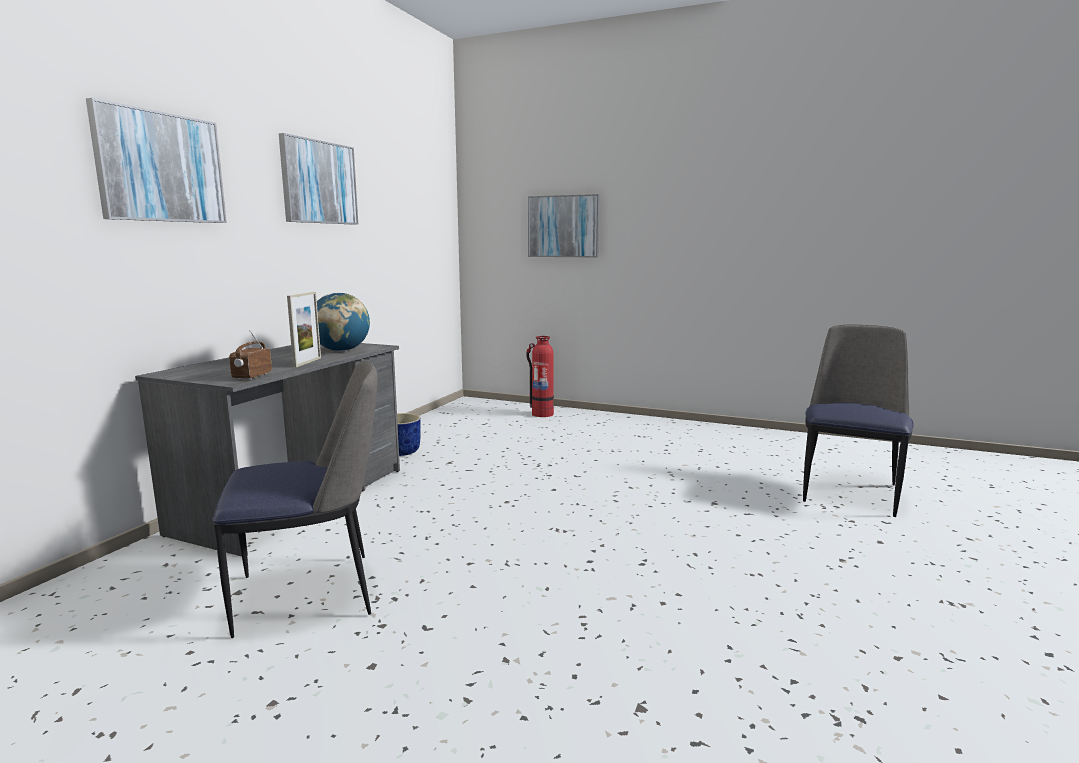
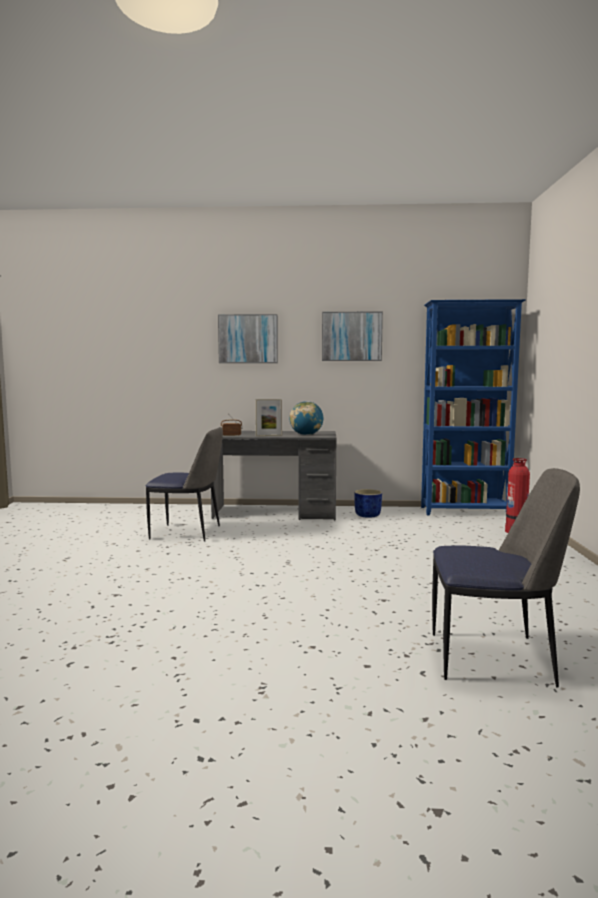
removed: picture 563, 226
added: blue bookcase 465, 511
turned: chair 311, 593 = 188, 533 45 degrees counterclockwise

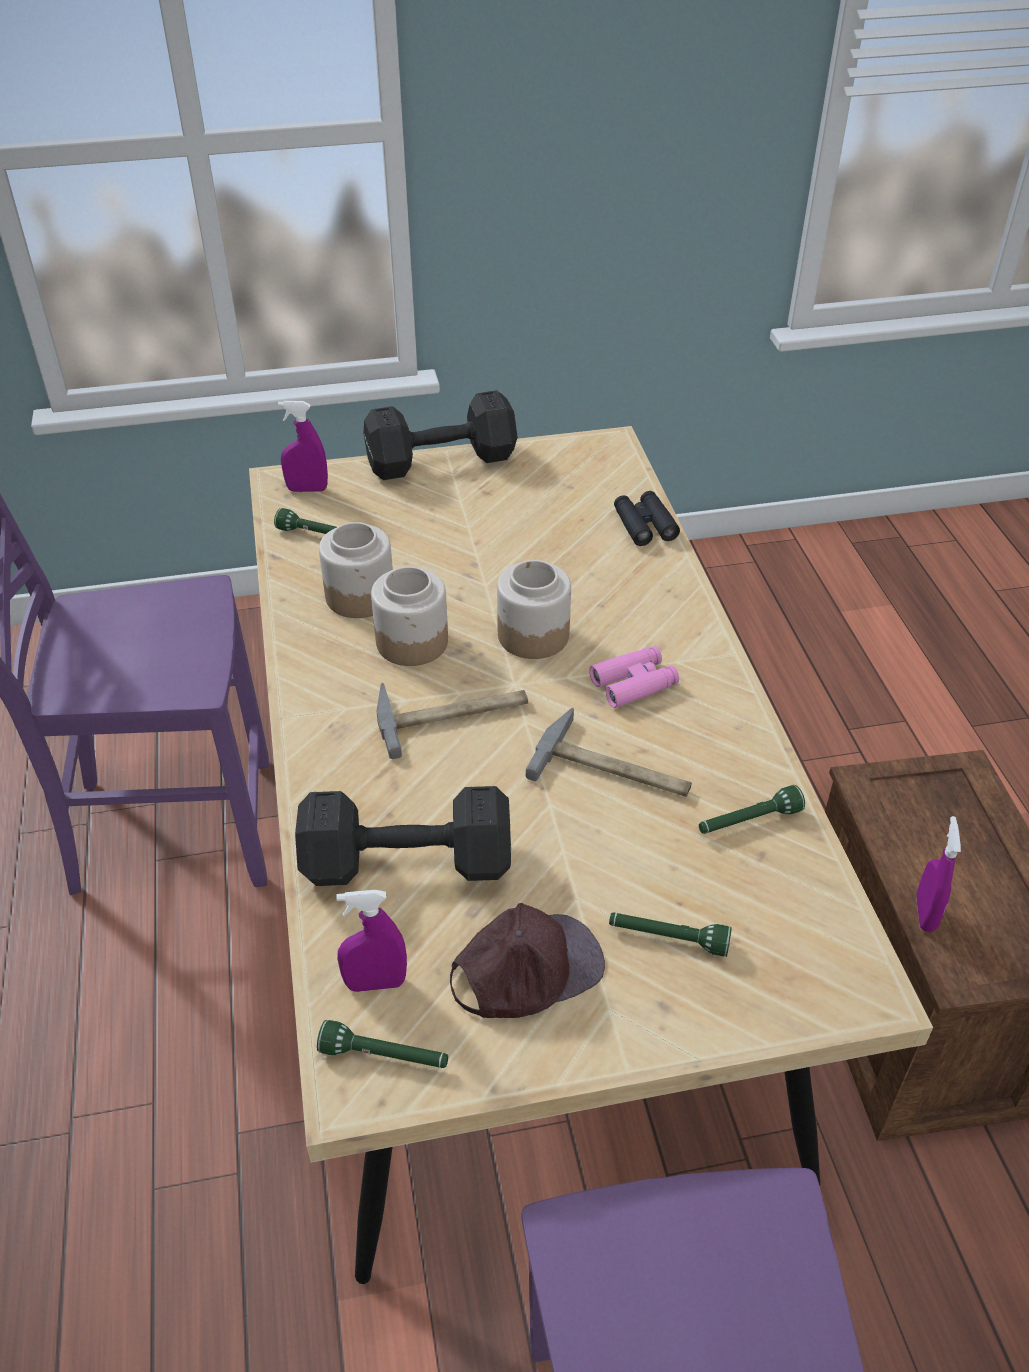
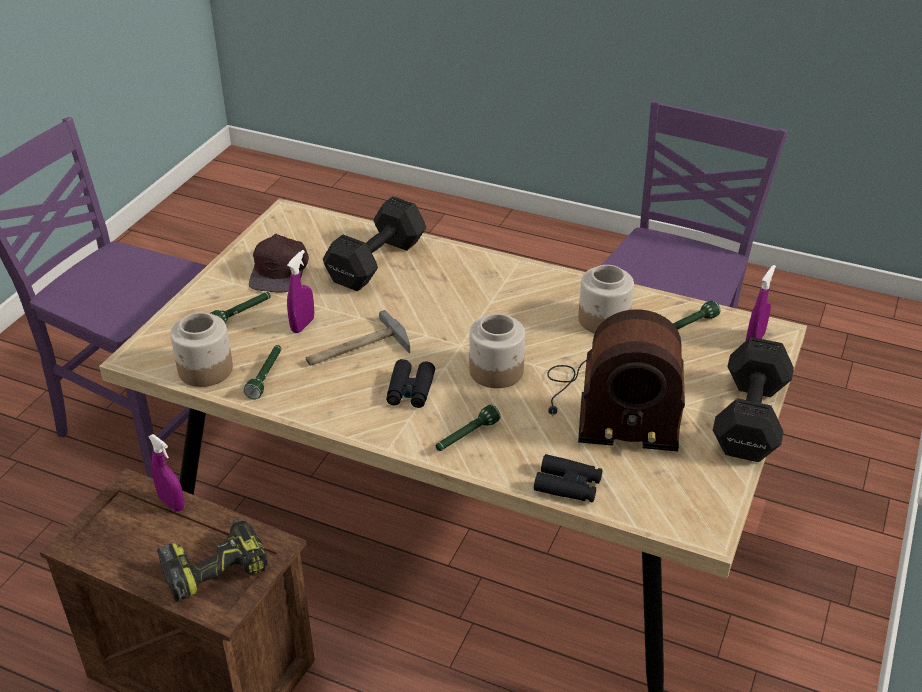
removed: hammer 452, 713
added: power drill 215, 567; radio 611, 407
moved: green flashlight 385, 1056 to 466, 437; purple spray bottle 375, 983 to 302, 325; jar 413, 642 to 205, 370
recoloured: pink binoculars 634, 683 to black binoculars 410, 390

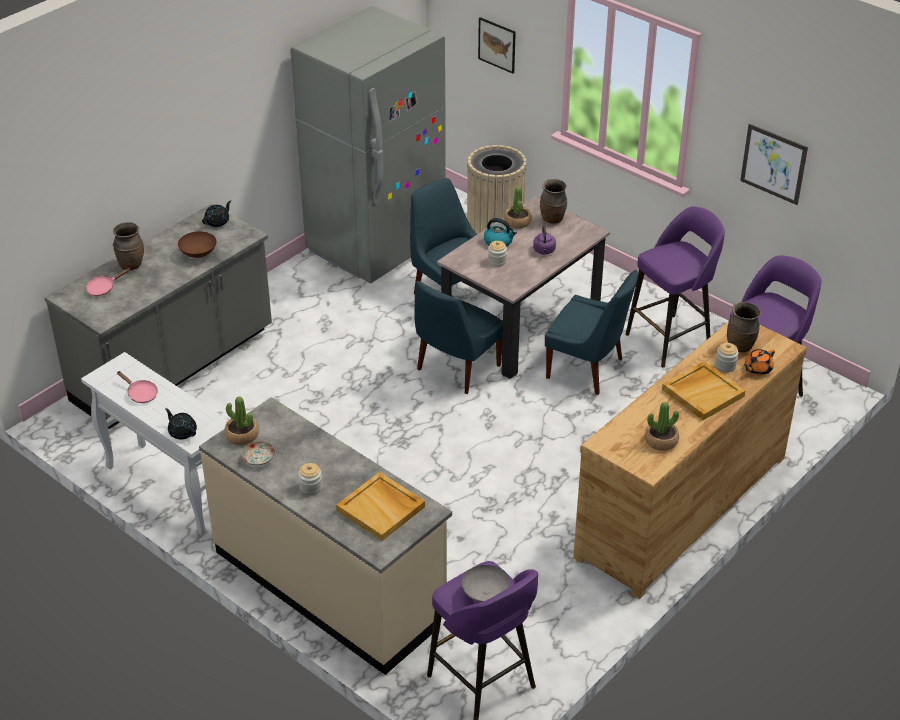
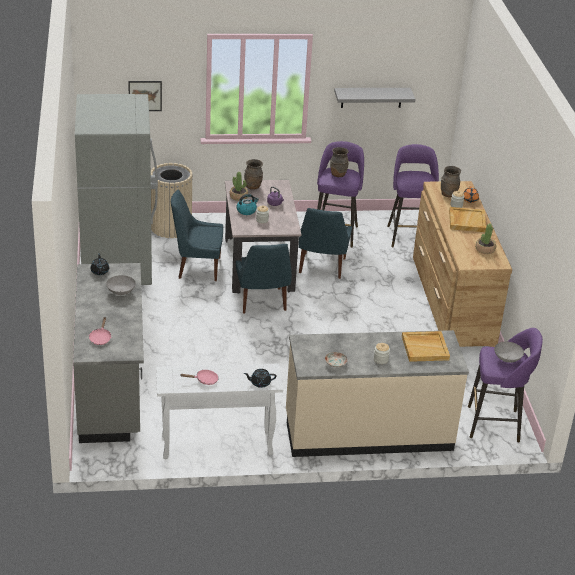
removed: potted plant 242, 435
moved: brown vase 131, 265 to 338, 174
replaced: picture 773, 164 to grey shelf 371, 97
recoloured: brown bowl 199, 254 to grey bowl 121, 292
turned: blue chair 587, 369 = 321, 267 120 degrees clockwise

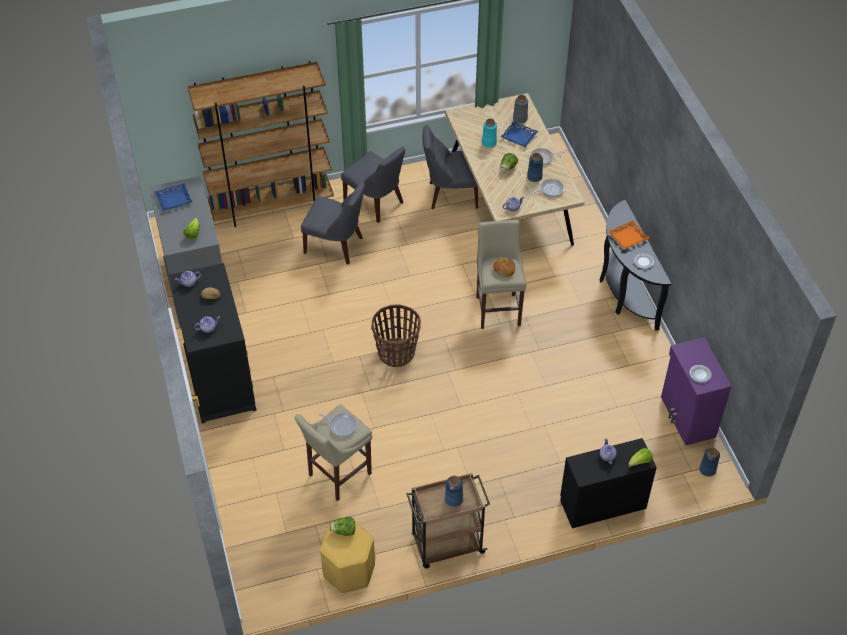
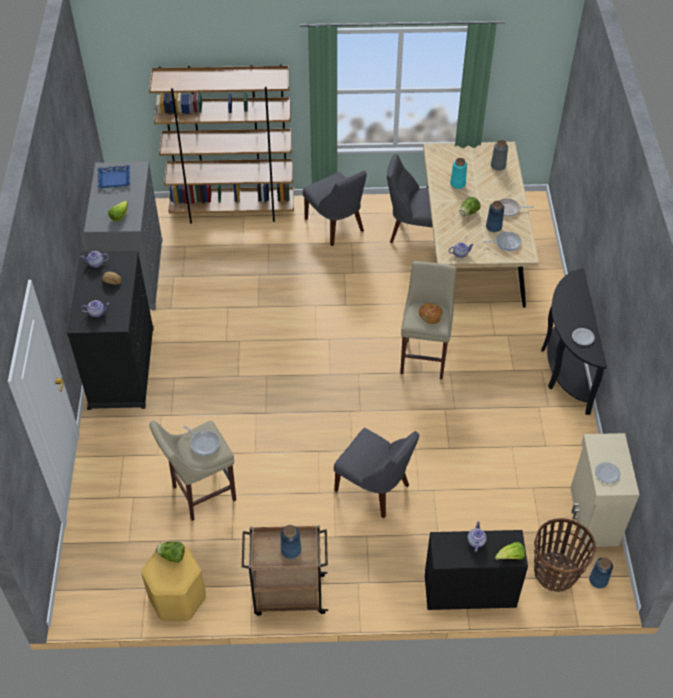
removed: blue tray 519, 136; orange tray 628, 237
moved: grey chair 336, 246 to 375, 489; basket 396, 353 to 555, 572
recoloured: purple cabinet 687, 417 to beige cabinet 592, 516

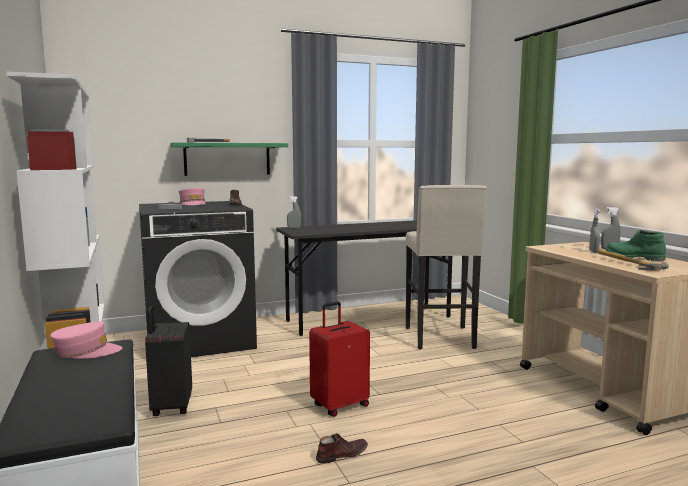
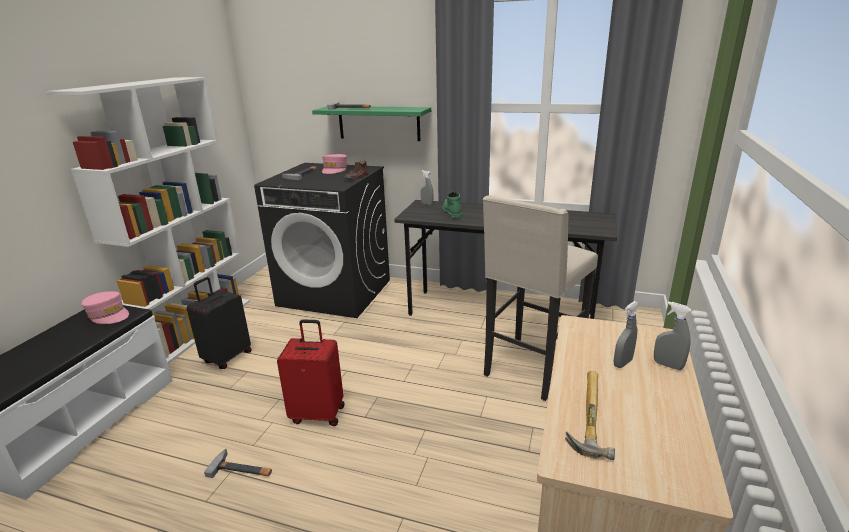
moved: green boot 633, 257 to 451, 212
replaced: brown shoe 341, 455 to hammer 242, 469

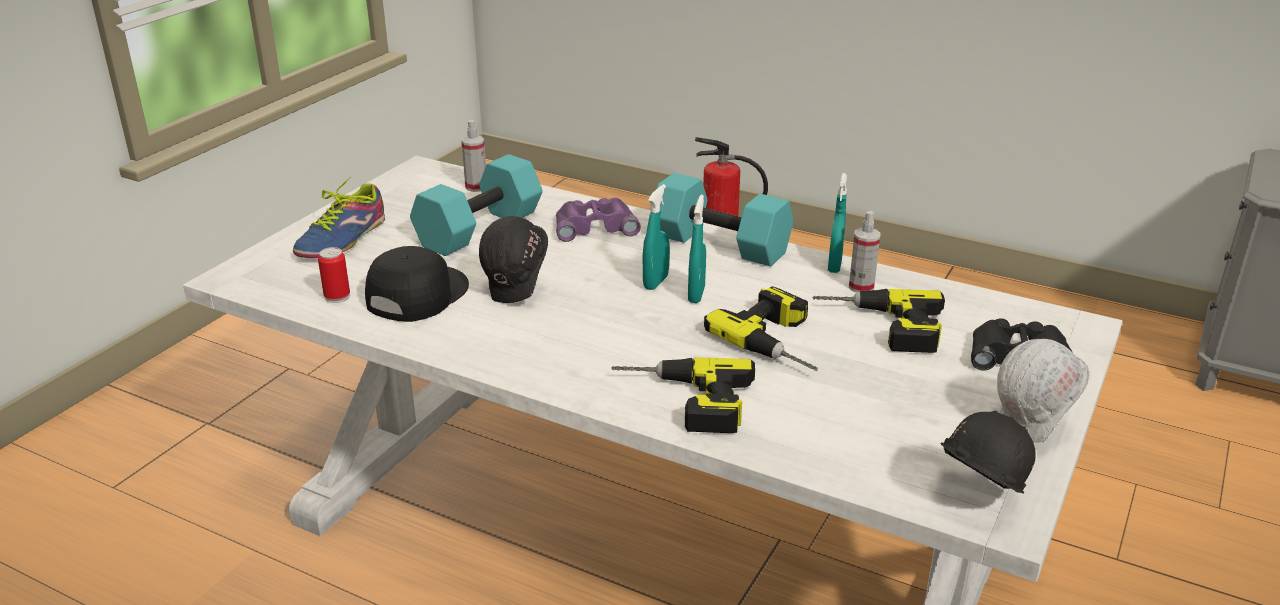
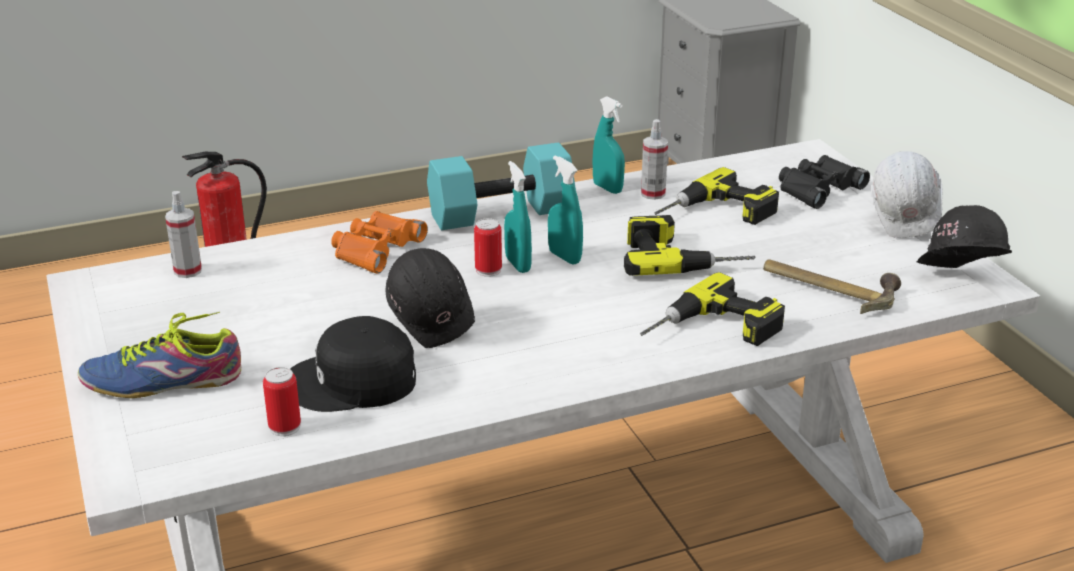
removed: turquoise dumbbell 480, 230
added: can 488, 270; hammer 829, 288
recoloured: purple binoculars 595, 226 to orange binoculars 375, 249
turned: shoe 343, 239 = 163, 381 105 degrees clockwise; black cap 416, 294 = 352, 382 75 degrees counterclockwise

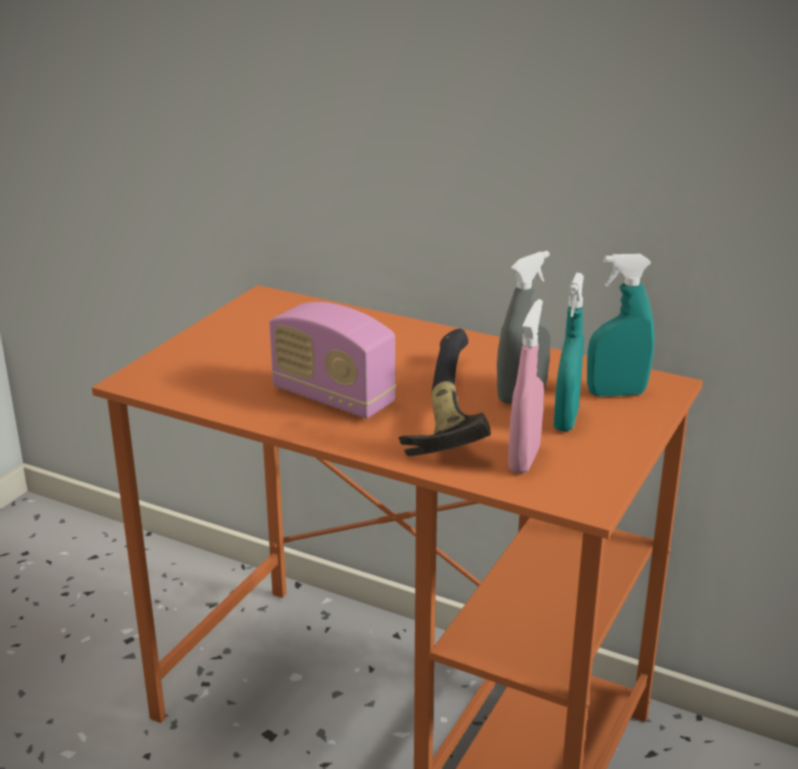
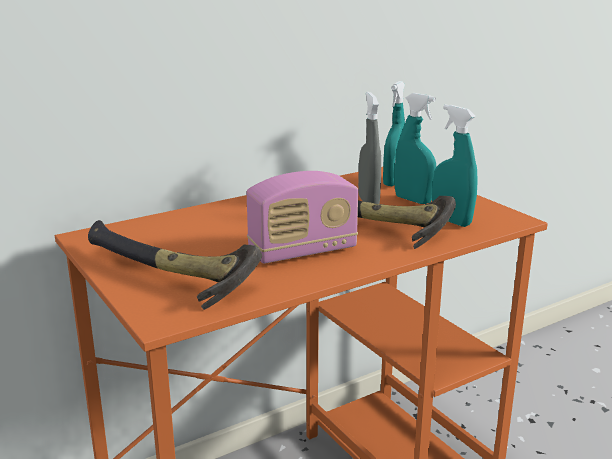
added: hammer 165, 277
recoloured: pink spray bottle 524, 459 to turquoise spray bottle 451, 221

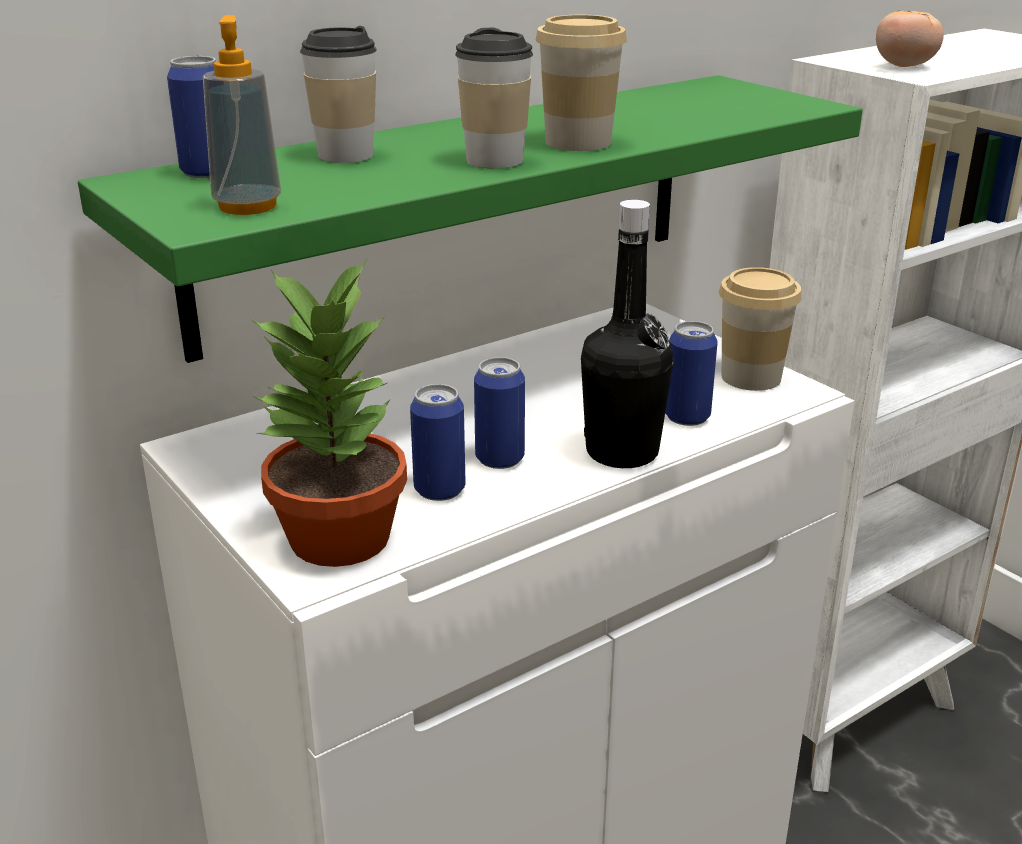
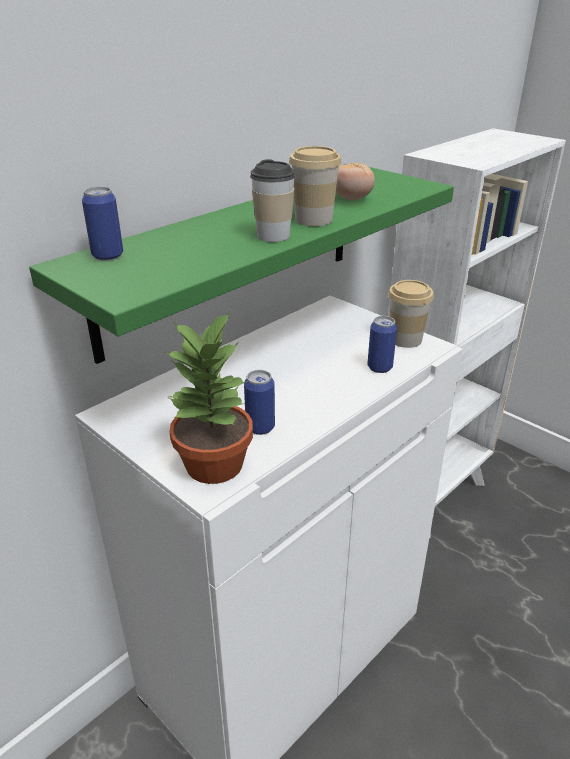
removed: soap dispenser 247, 206; cup 345, 155; can 499, 459; black bottle 622, 452
moved: tomato 904, 66 to 352, 199

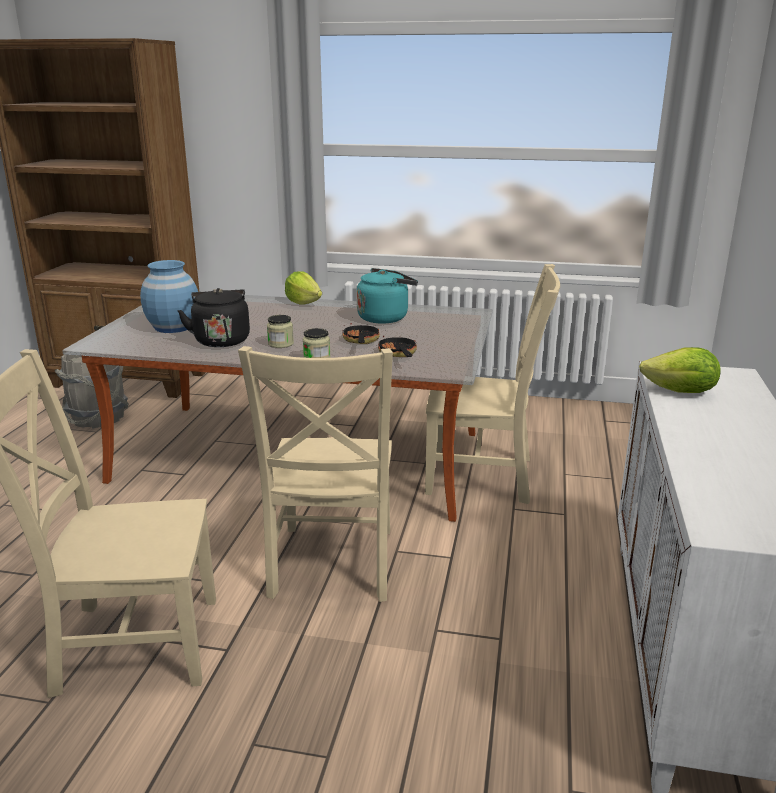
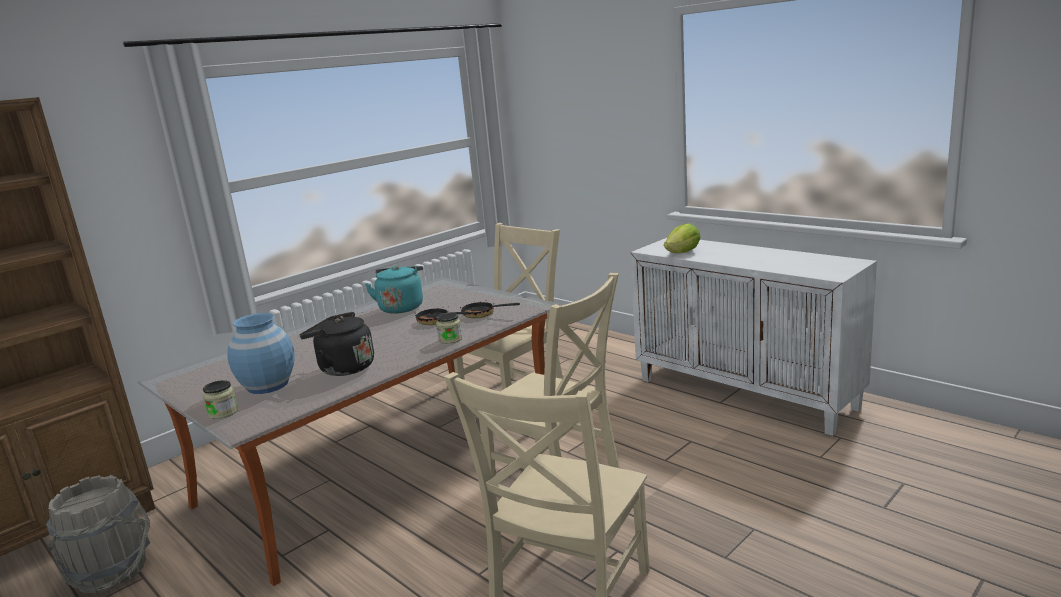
removed: lettuce 303, 302
moved: jar 280, 344 to 223, 412

